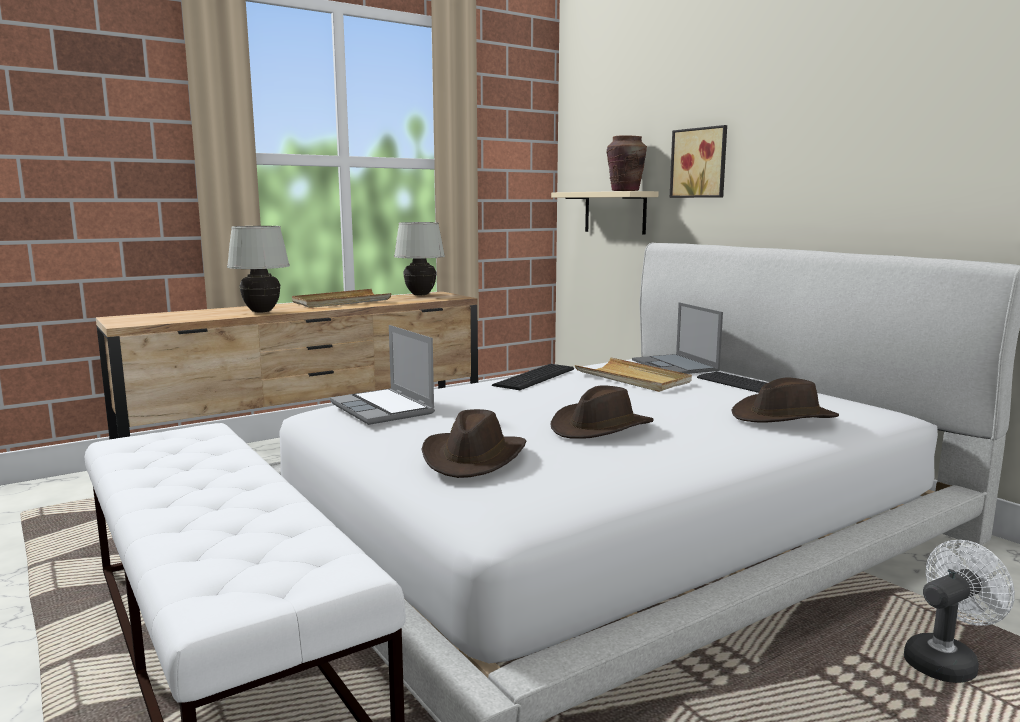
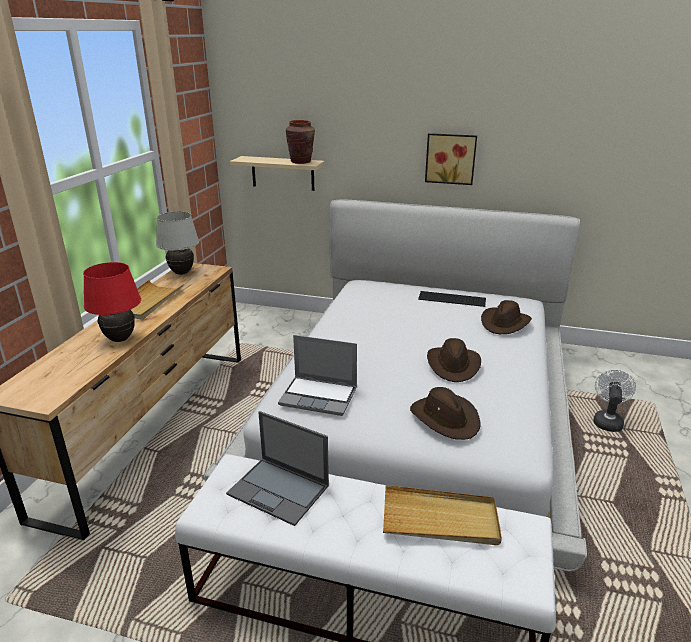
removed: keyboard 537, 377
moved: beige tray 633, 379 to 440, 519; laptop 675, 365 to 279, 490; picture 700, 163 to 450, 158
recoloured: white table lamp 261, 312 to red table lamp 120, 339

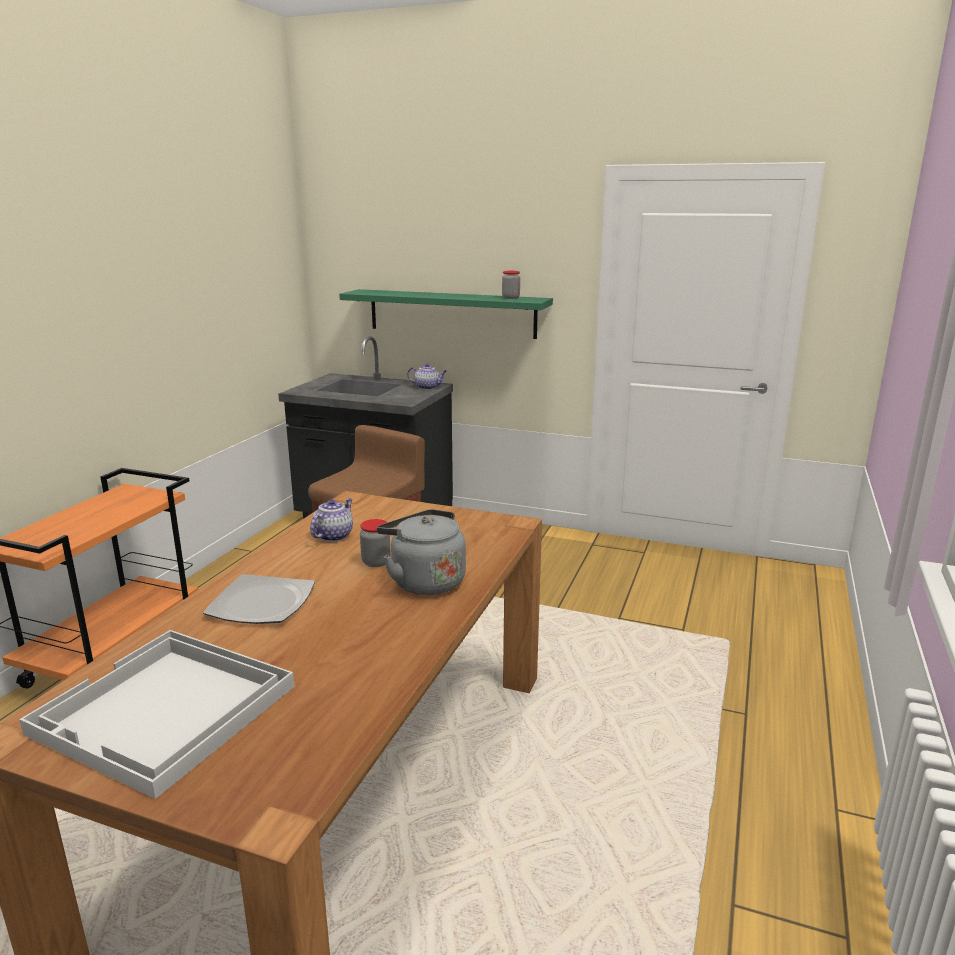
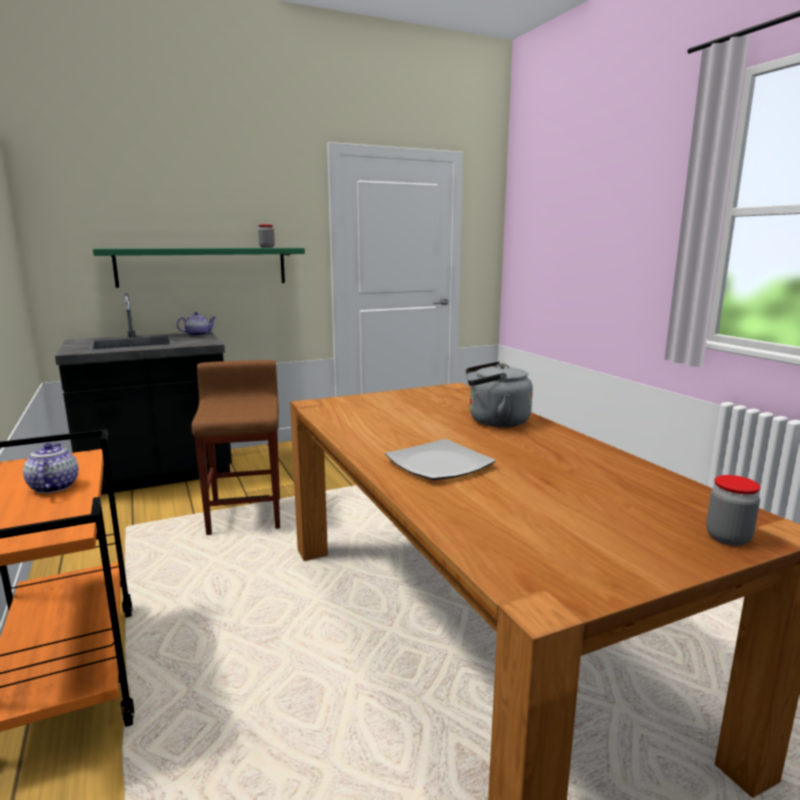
removed: white tray 165, 711
moved: teapot 333, 535 to 53, 486; jar 376, 562 to 728, 538

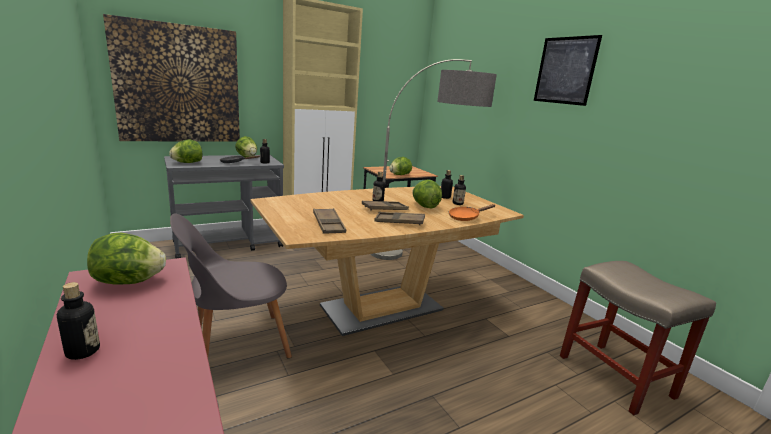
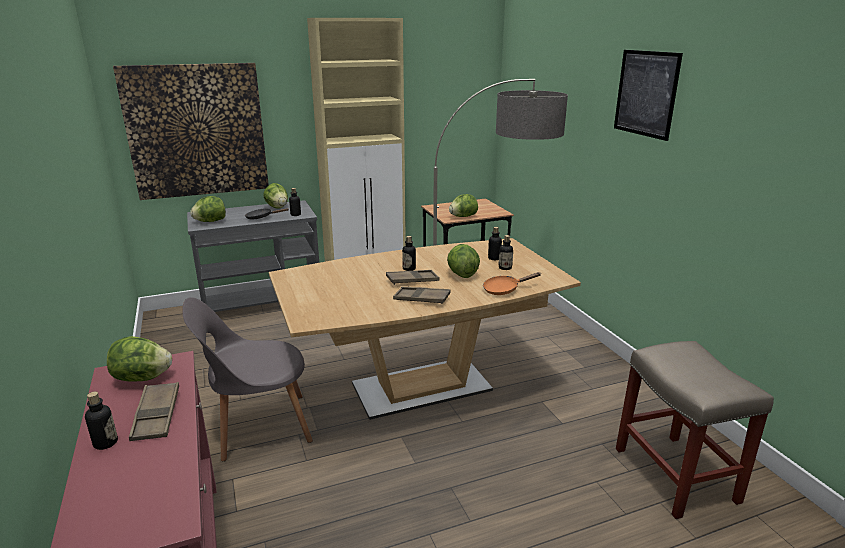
moved: brown tray 328, 224 to 156, 415

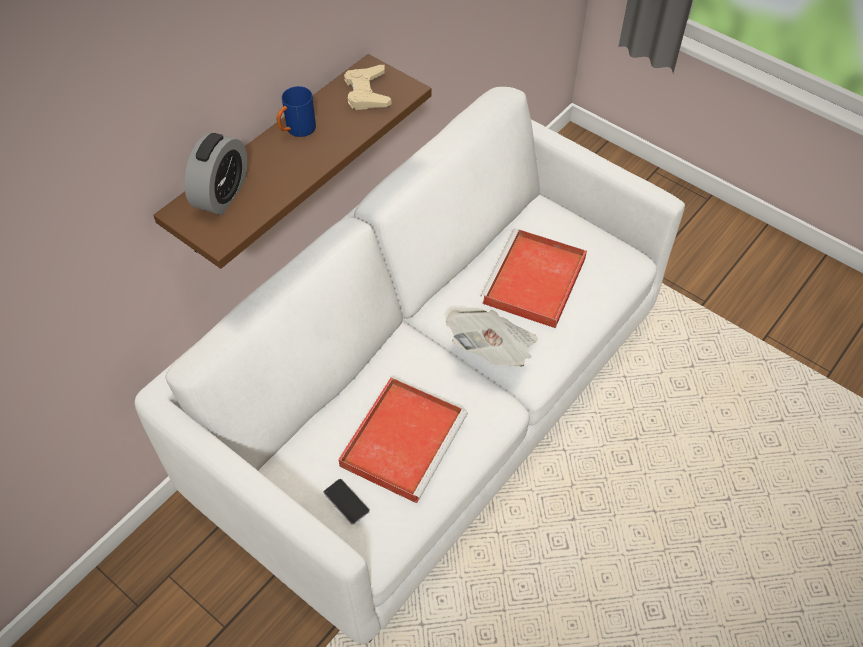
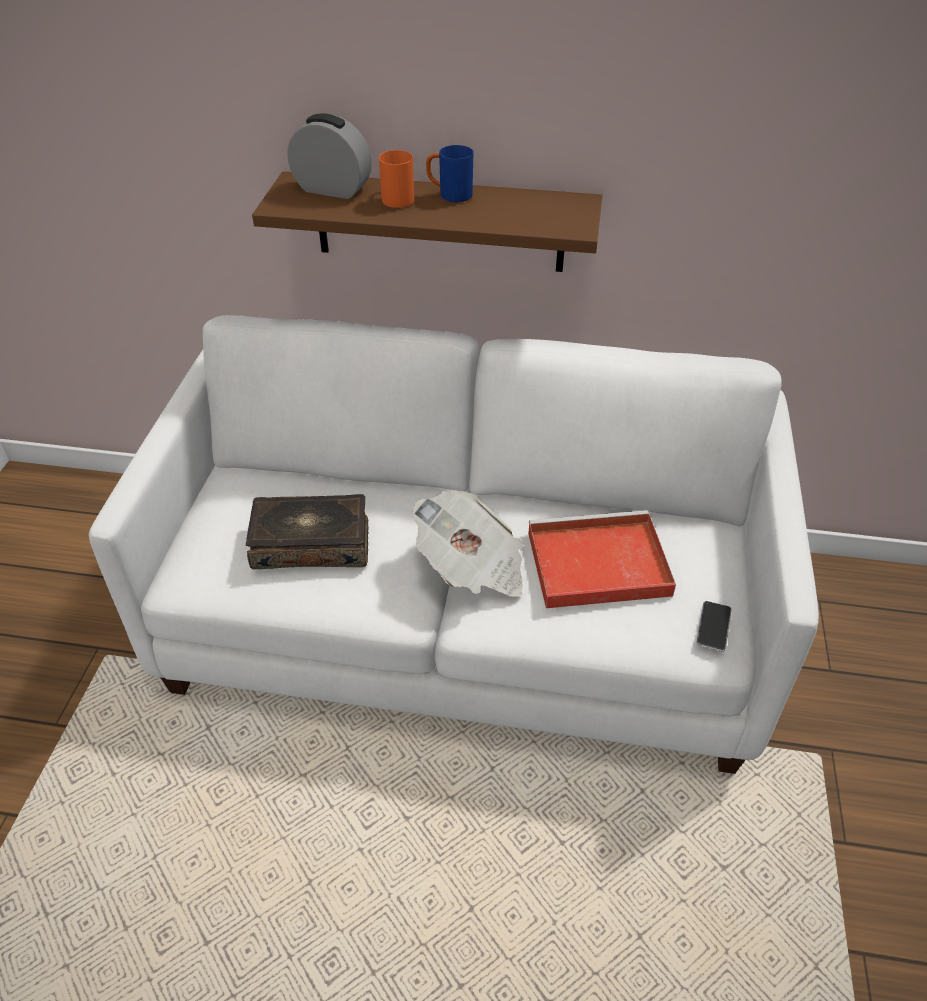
removed: beige game controller 367, 92
added: orange mug 397, 198
moved: phone 346, 502 to 714, 626
replaced: red tray 403, 439 to book 311, 543
turned: alarm clock 222, 194 = 332, 189 150 degrees counterclockwise

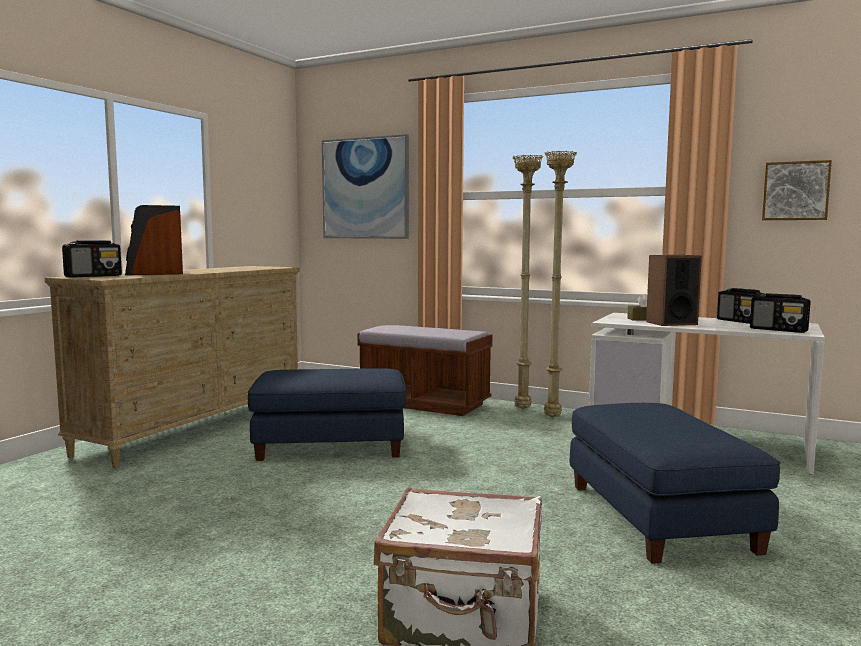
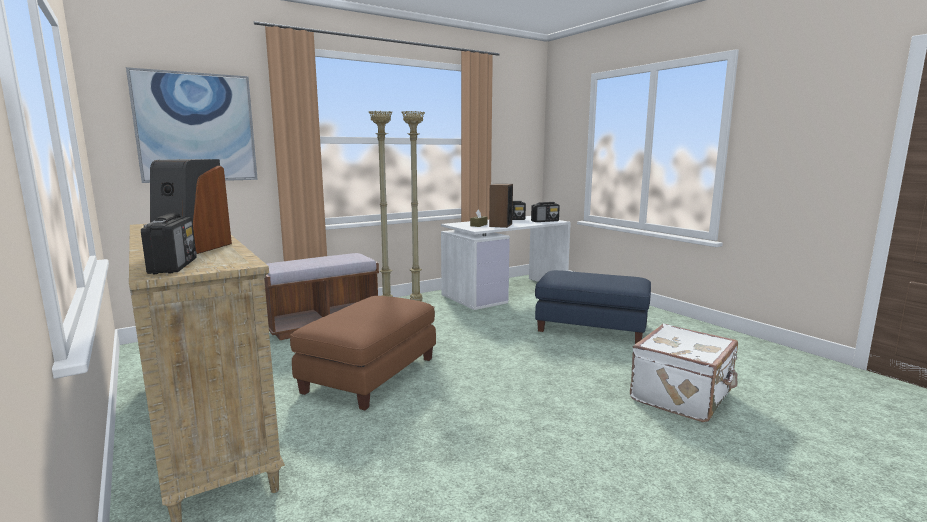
removed: picture 795, 191
recoloured: blue ottoman 331, 445 to brown ottoman 371, 374

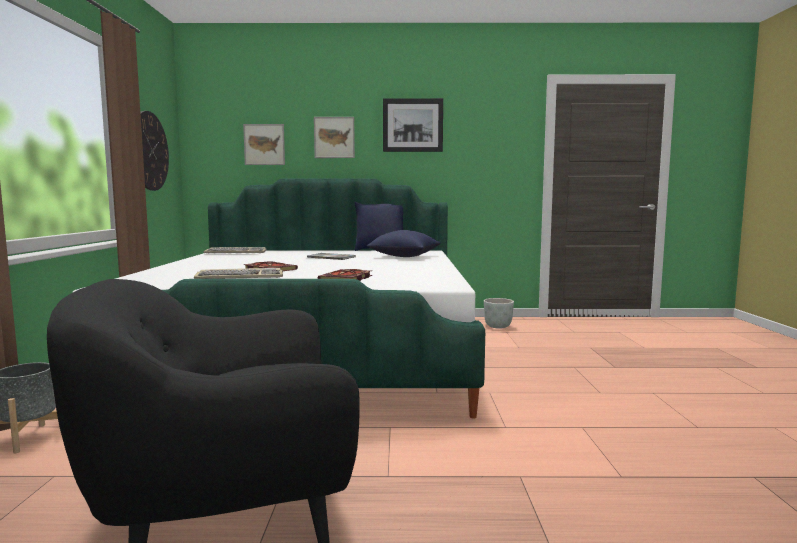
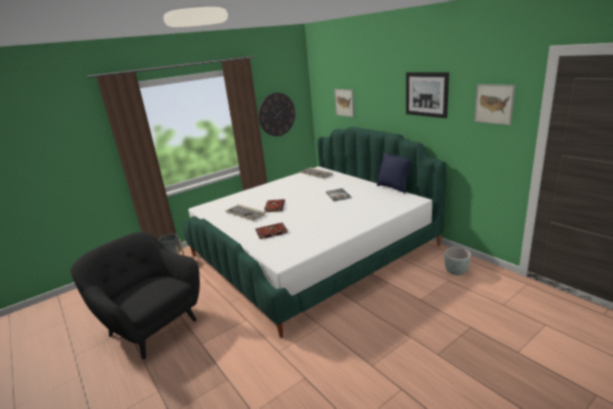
removed: blue pillow 404, 257
moved: picture 334, 137 to 494, 104

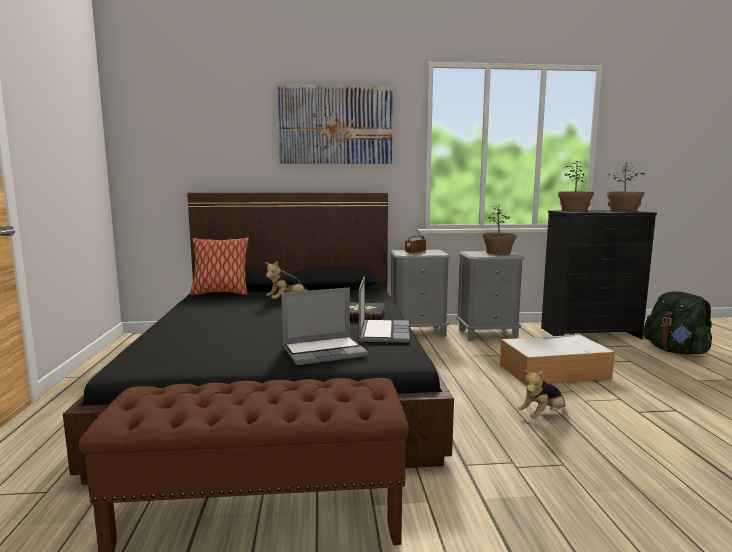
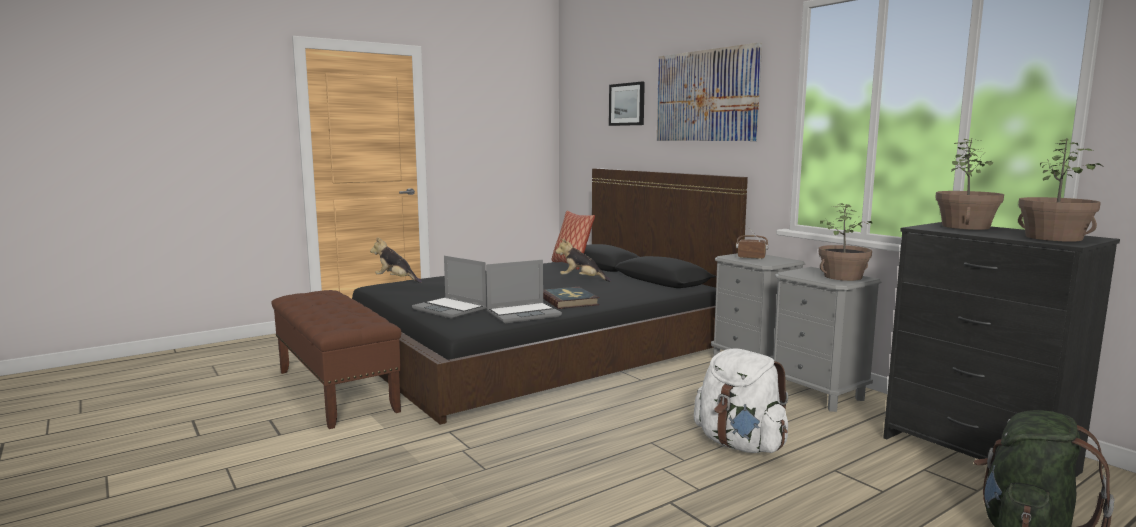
added: picture 627, 104
moved: plush toy 542, 415 to 396, 280
replaced: storage box 555, 371 to white backpack 740, 444

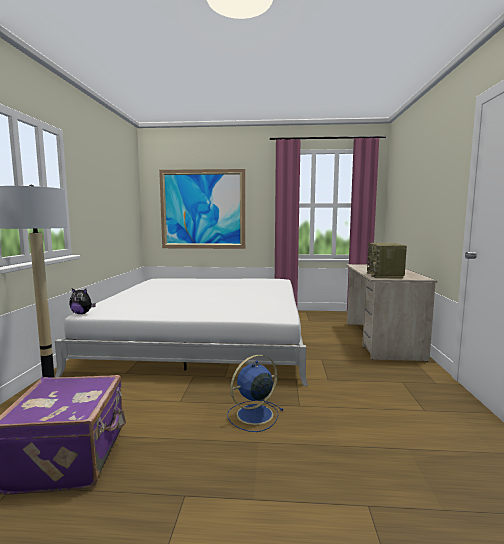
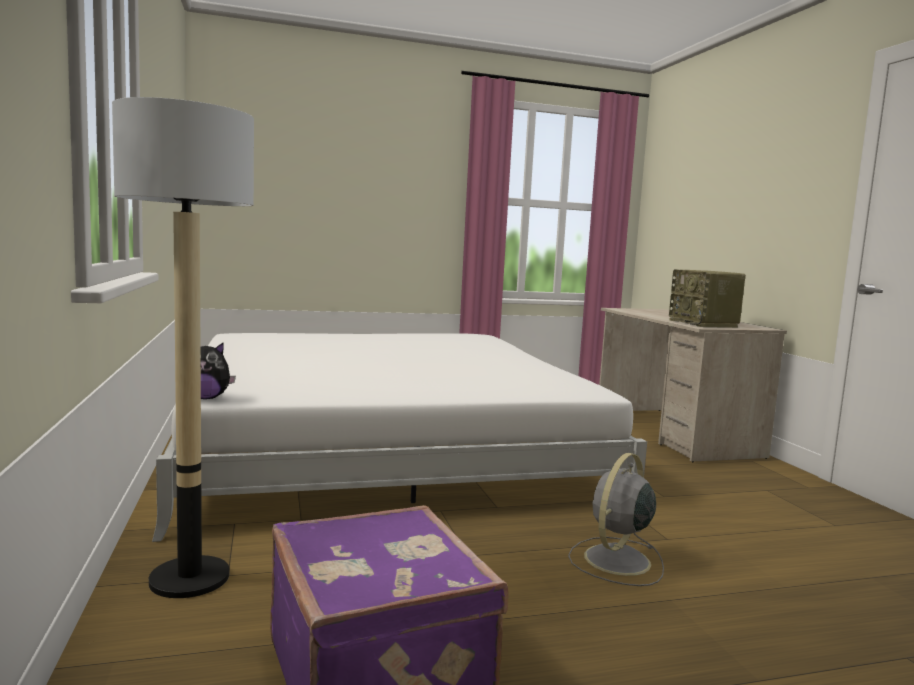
removed: picture 202, 209
recoloured: blue fan 253, 415 to grey fan 615, 561

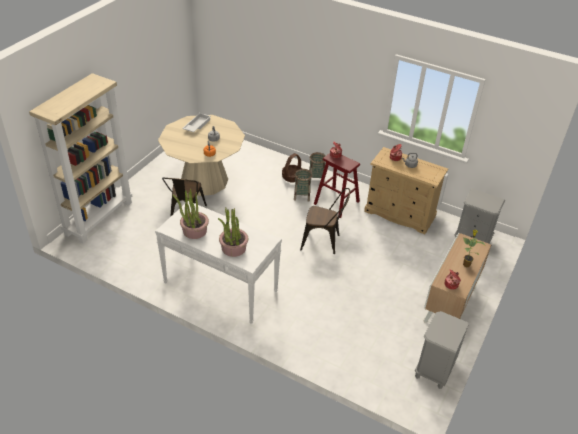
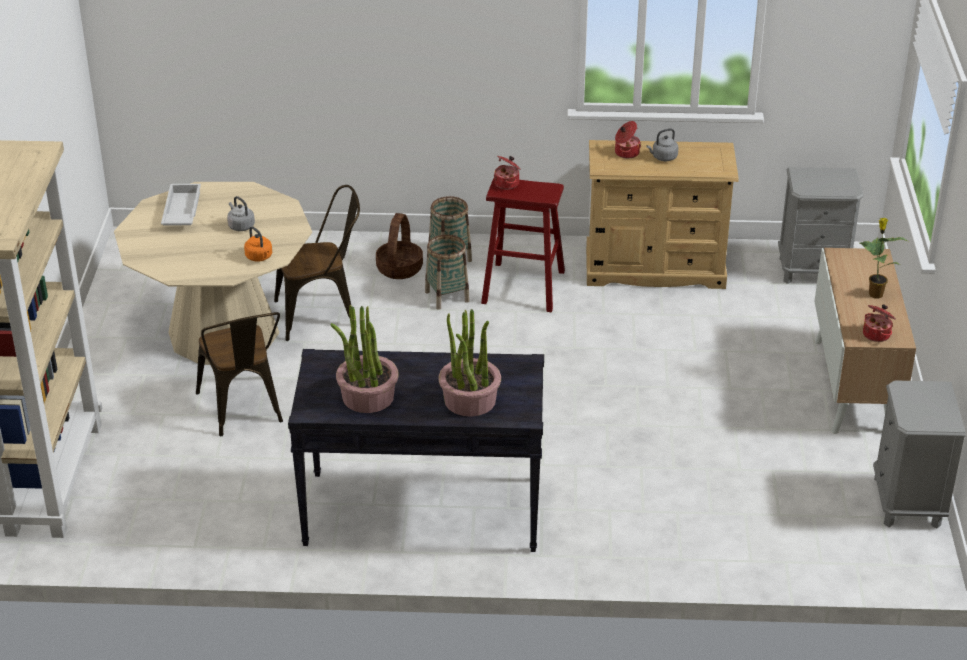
moved: brown chair 323, 242 to 322, 314
recoloured: white console table 220, 286 to black console table 421, 512

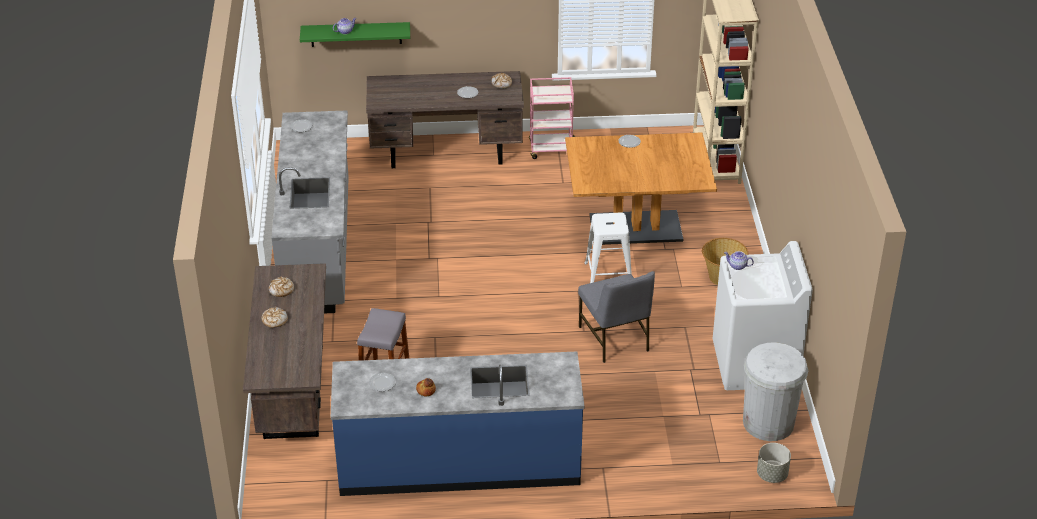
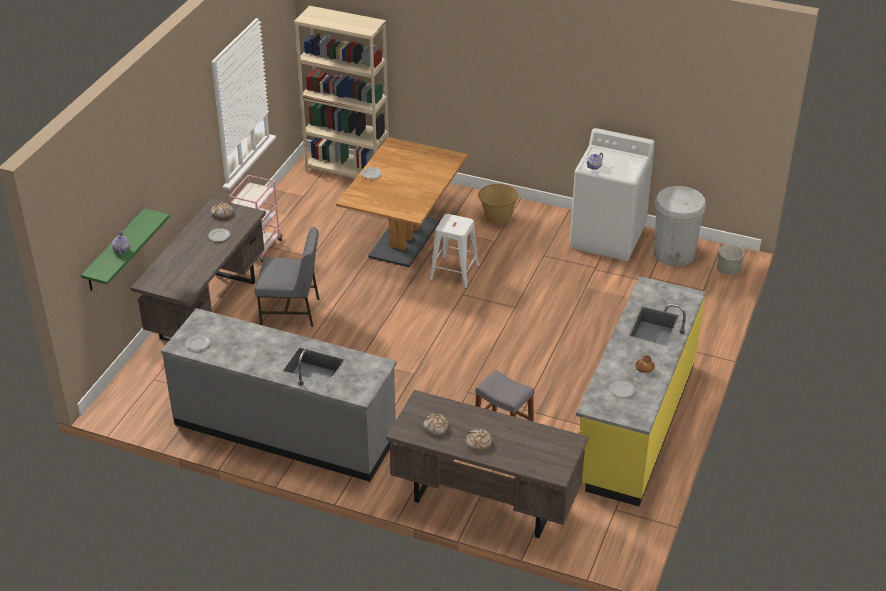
moved: grey chair 615, 339 to 291, 311
recoloured: blue counter 459, 463 to yellow counter 635, 423

